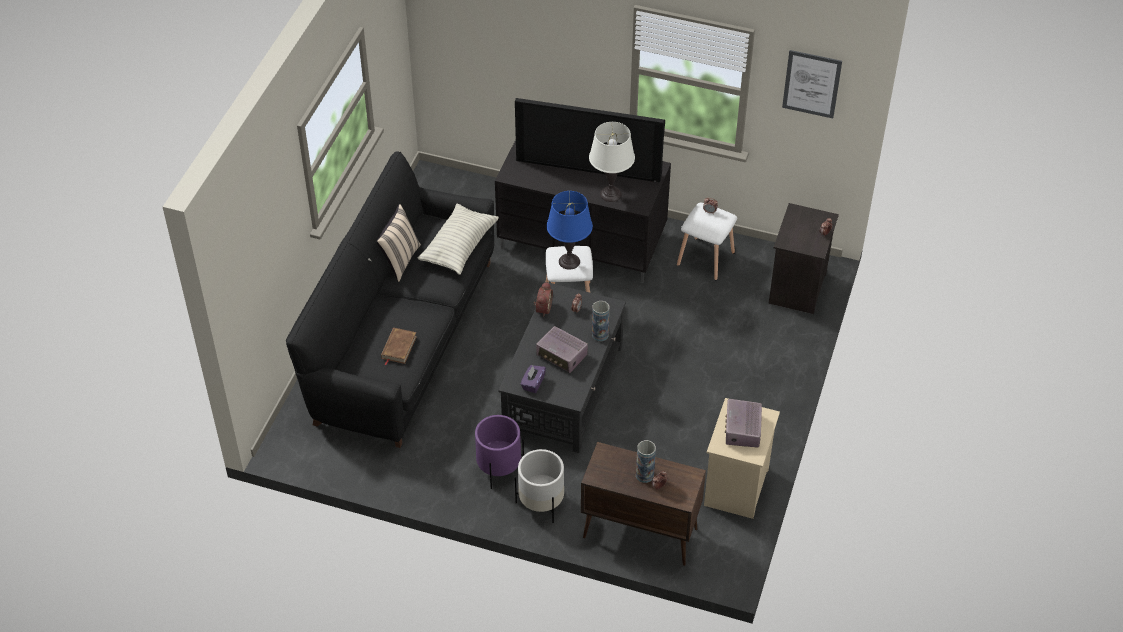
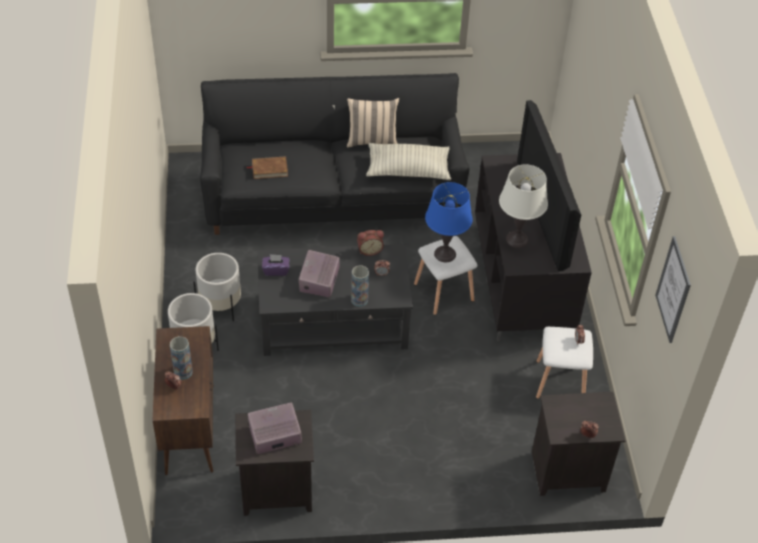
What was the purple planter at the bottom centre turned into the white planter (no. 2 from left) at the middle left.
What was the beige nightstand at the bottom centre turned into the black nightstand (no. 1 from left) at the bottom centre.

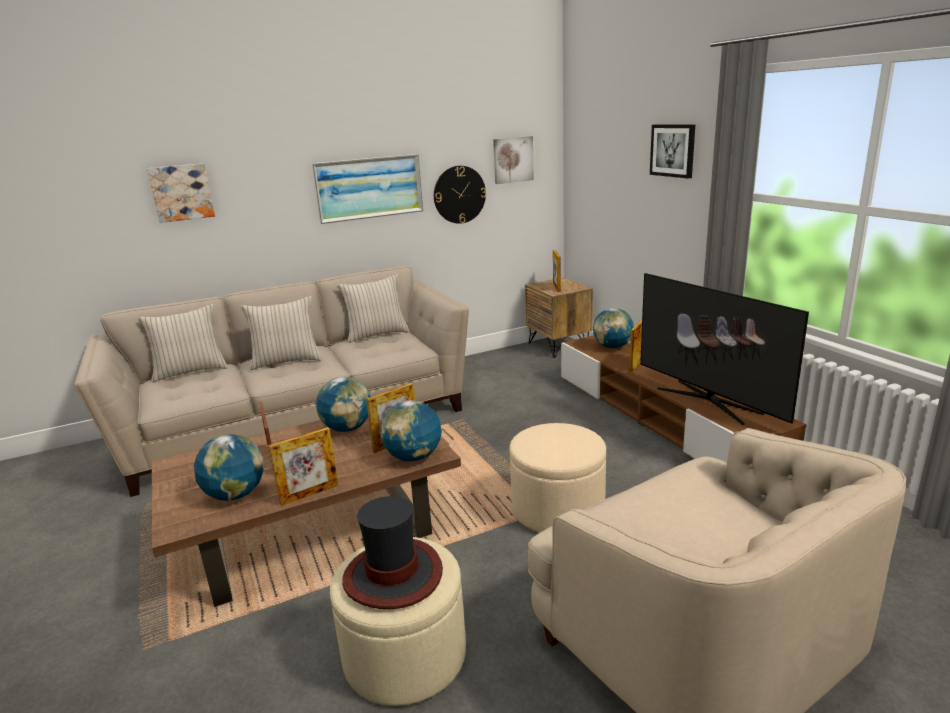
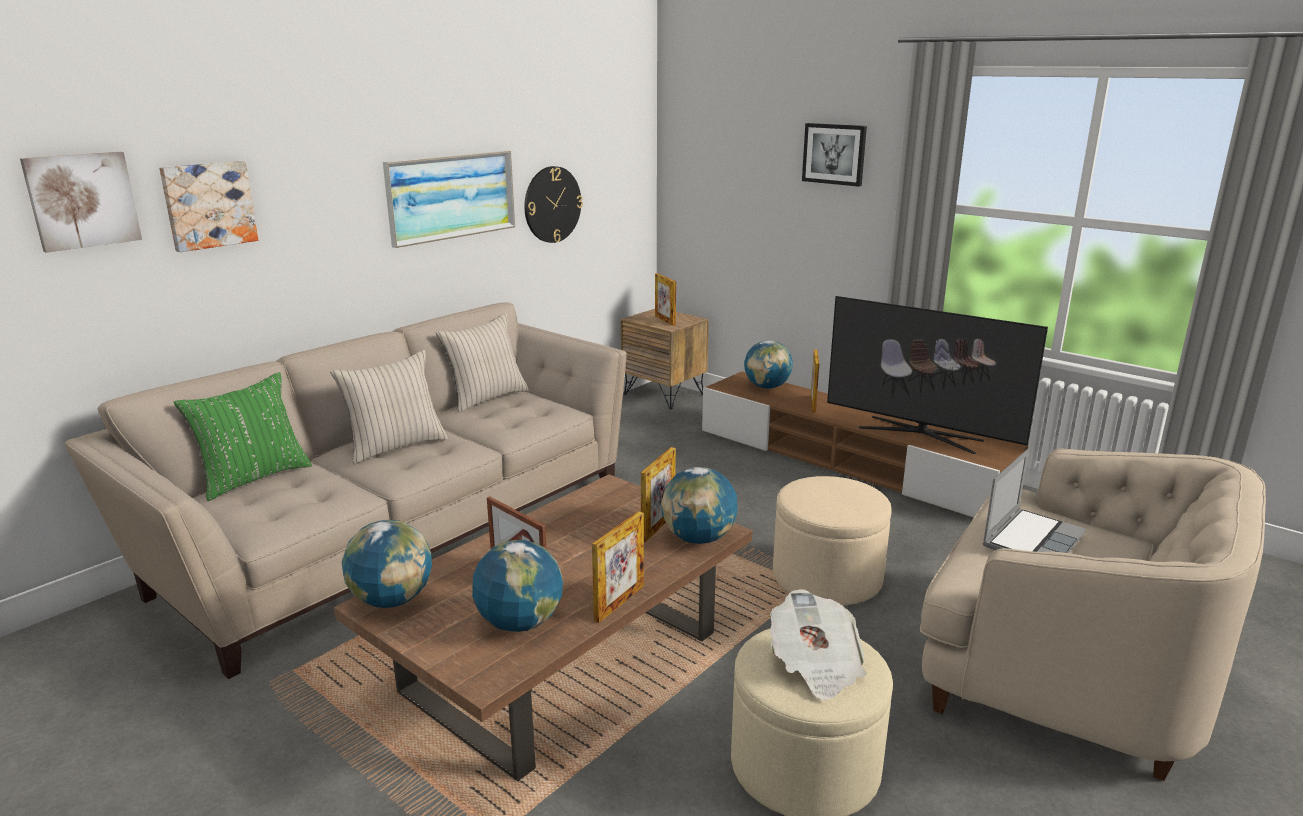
What was the beige pillow (no. 1 from left) at the middle left turned into the green pillow at the middle left.
The globe (no. 2 from left in the first image) ended up elsewhere, having gone from the centre to the bottom left.
Where the hat stood at the bottom centre, the newspaper came to stand at the bottom centre.
The picture (no. 3 from left in the first image) ended up elsewhere, having gone from the top centre to the top left.
The second view gained the laptop at the middle right.

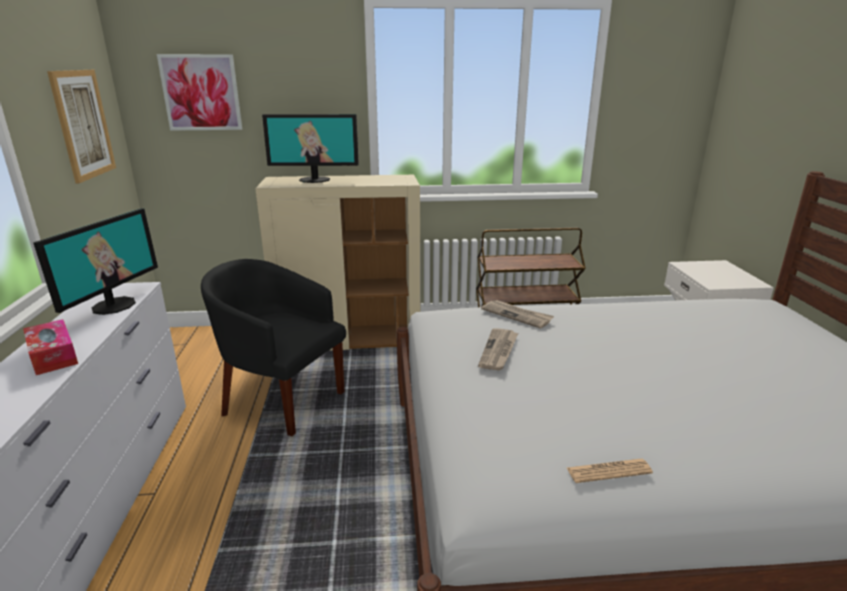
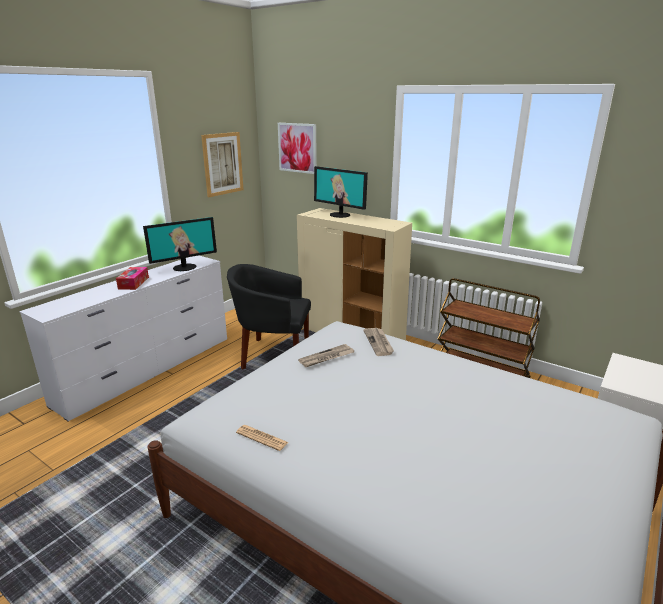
The black armchair at the middle left ended up facing another way, 60 degrees counterclockwise from before.

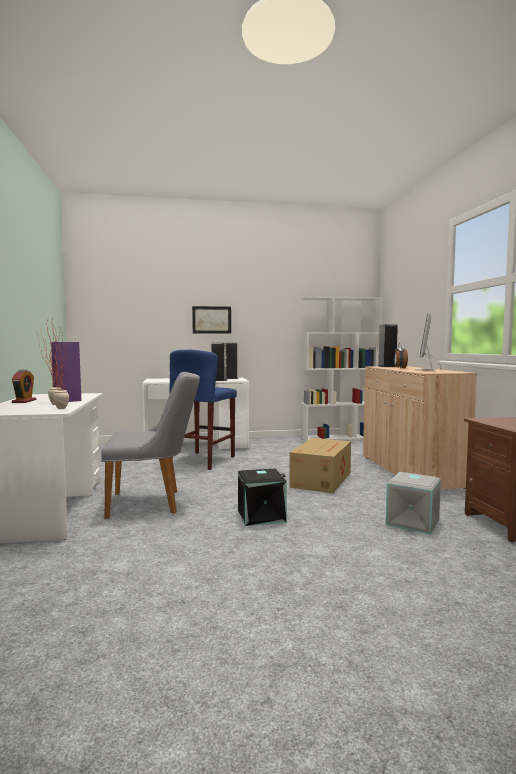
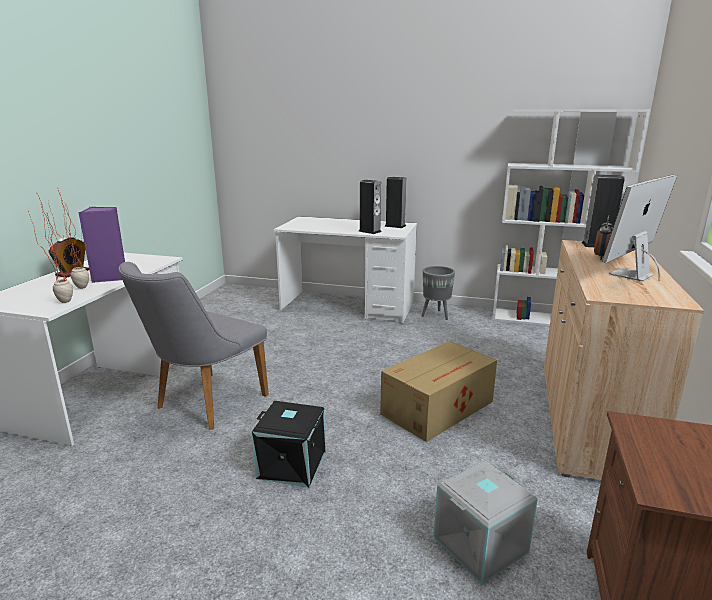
The grey chair at the middle left ended up facing another way, 105 degrees clockwise from before.
The second view lost the blue stool at the centre.
The second view lost the picture at the centre.
The second view gained the grey planter at the centre.

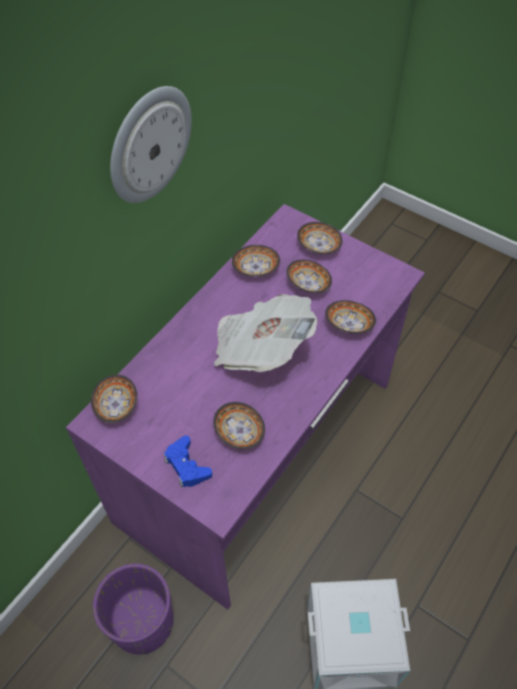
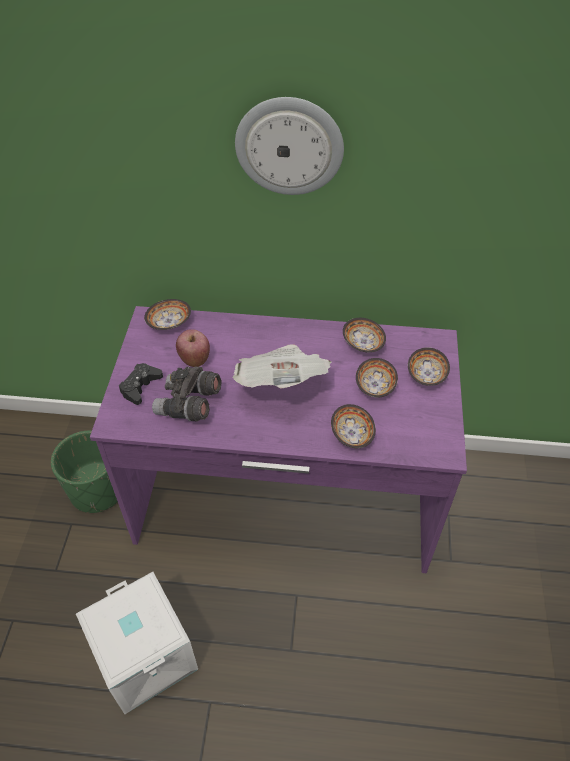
What was the purple planter at the bottom left turned into the green planter at the middle left.
What was the blue game controller at the bottom centre turned into the black game controller at the middle left.
Where the bowl (no. 2 from left) stood at the centre, the grey binoculars came to stand at the middle left.
The second view gained the apple at the centre.

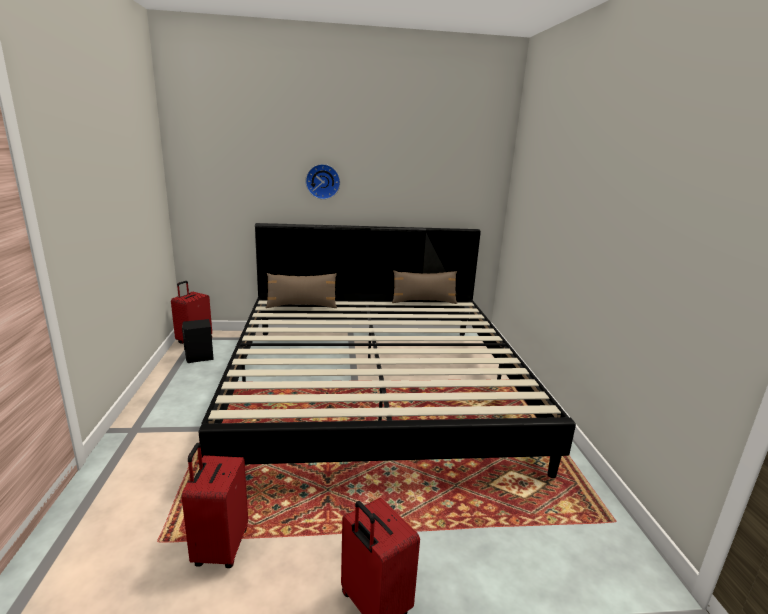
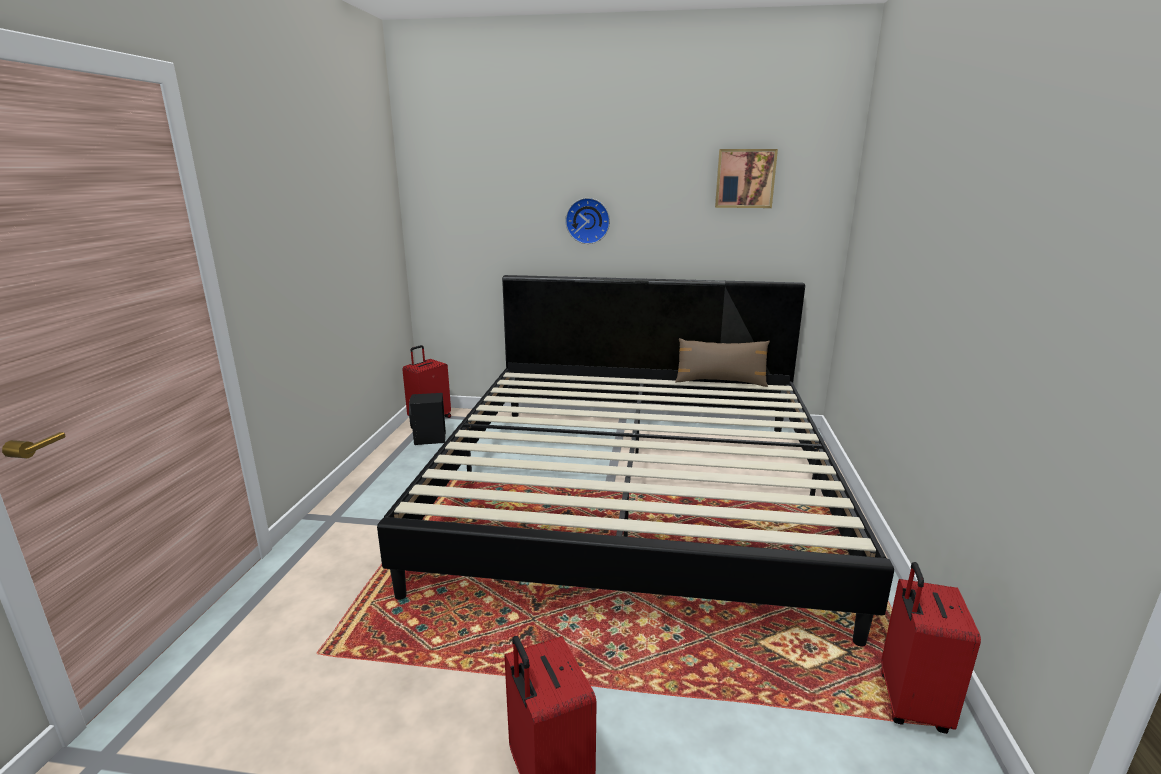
The red suitcase (no. 2 from left in the first image) ended up elsewhere, having gone from the bottom left to the bottom right.
The second view lost the brown pillow (no. 1 from left) at the centre.
The second view gained the picture at the top centre.

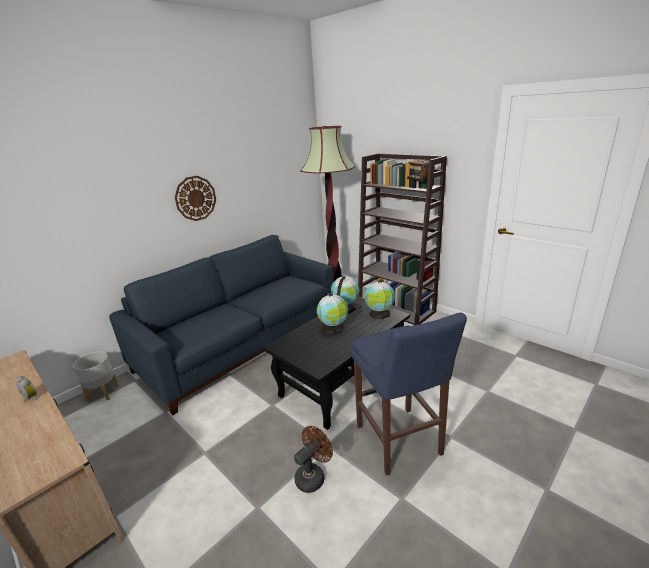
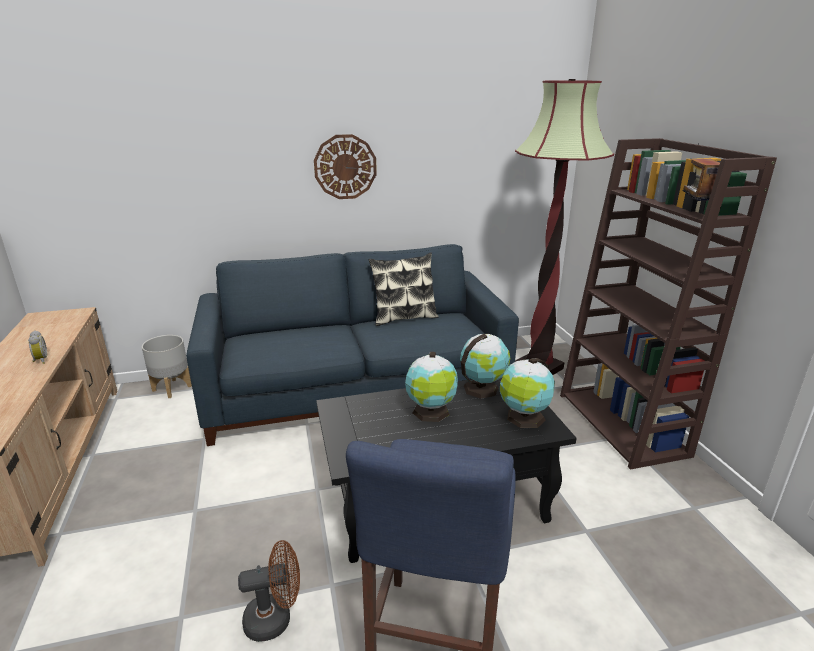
The second view gained the pillow at the centre.

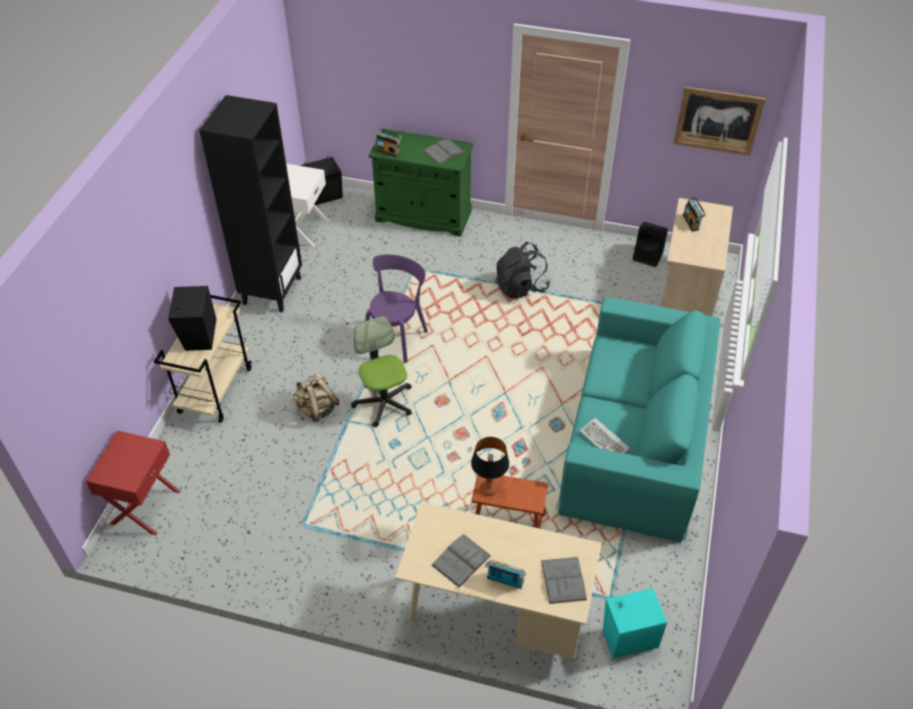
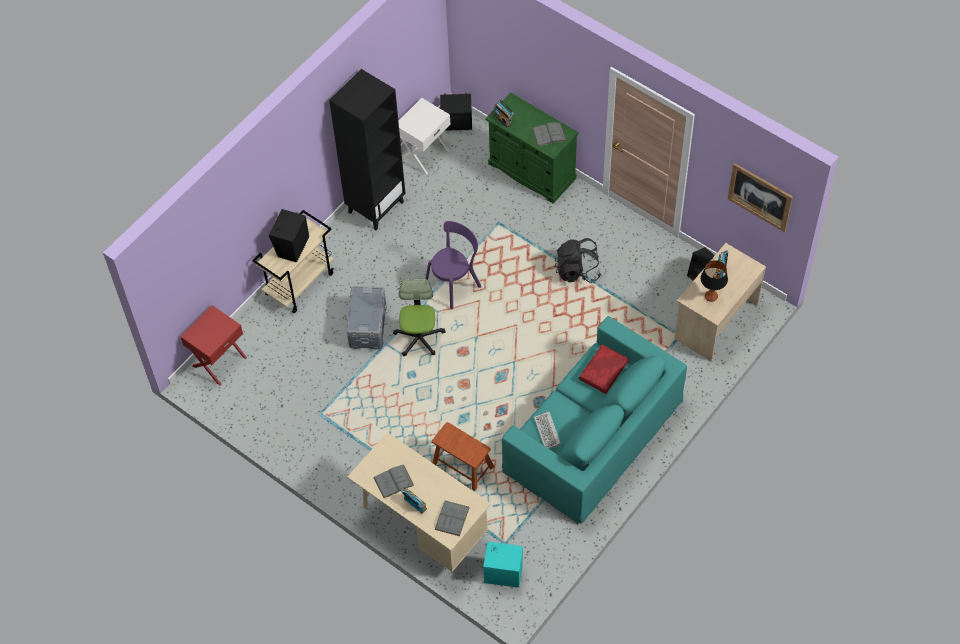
Where the beige backpack stood at the centre, the grey storage box came to stand at the centre.
The table lamp ended up elsewhere, having gone from the centre to the middle right.
The second view gained the red pillow at the centre.

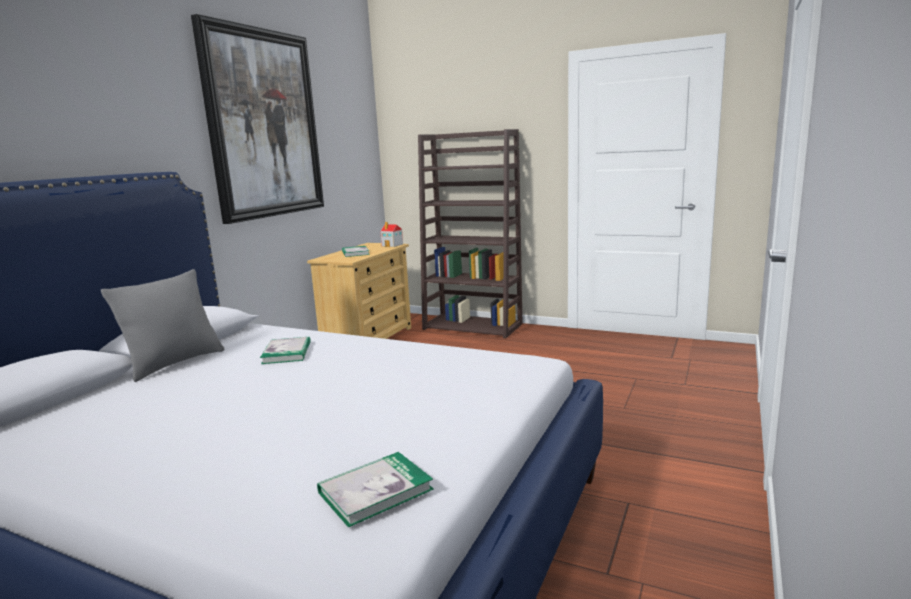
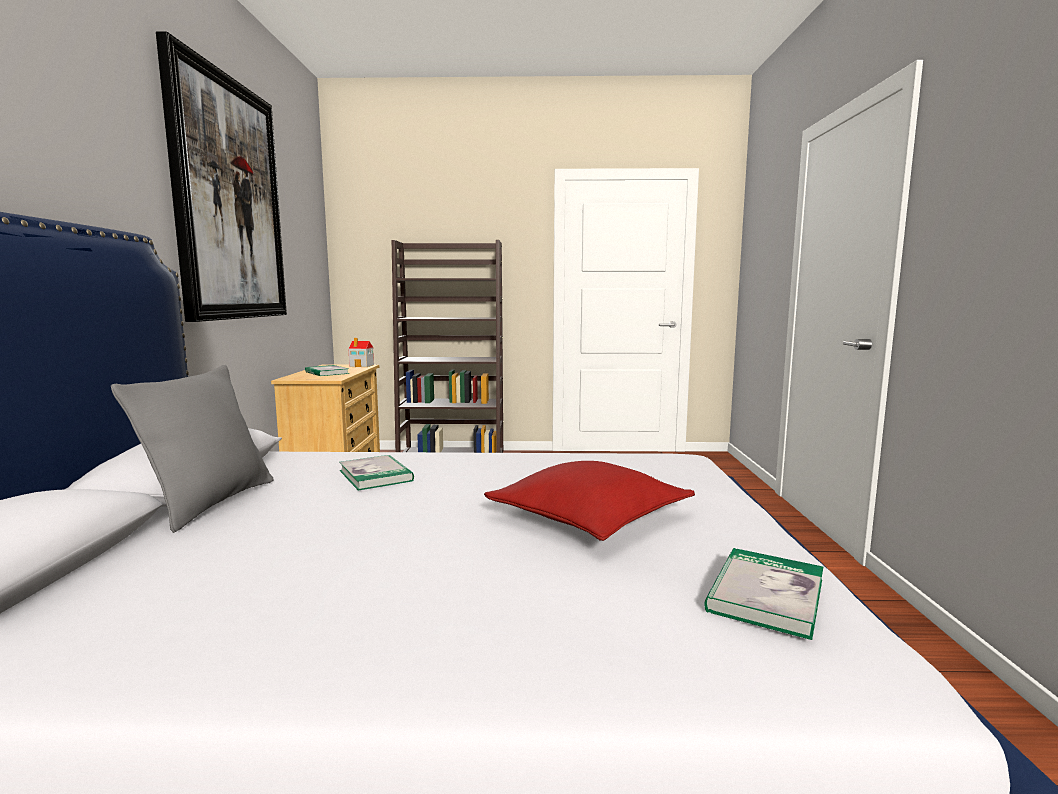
The second view gained the red pillow at the centre.

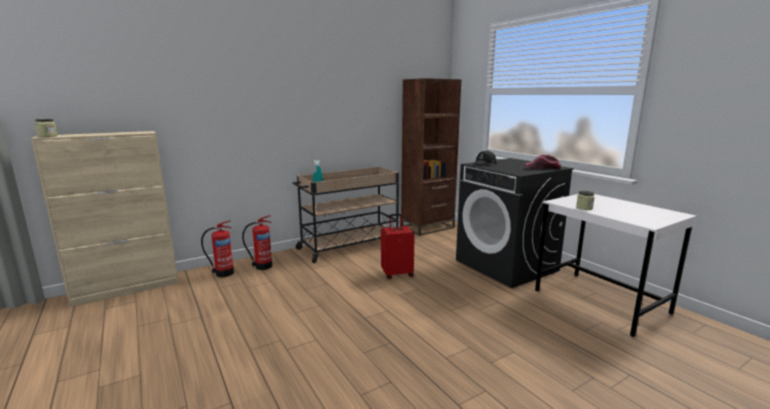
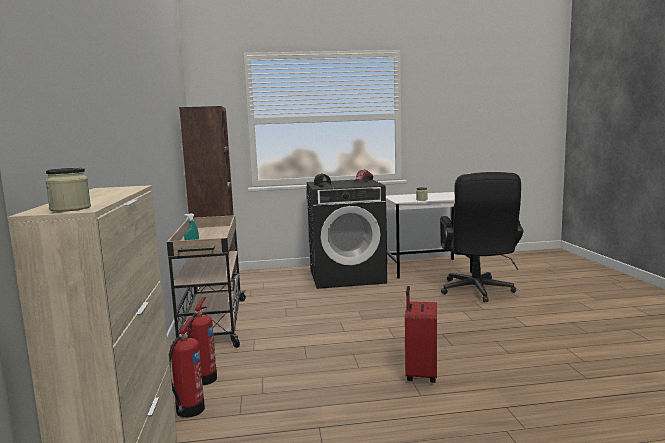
The red suitcase ended up elsewhere, having gone from the centre to the bottom centre.
The second view gained the black office chair at the middle right.

